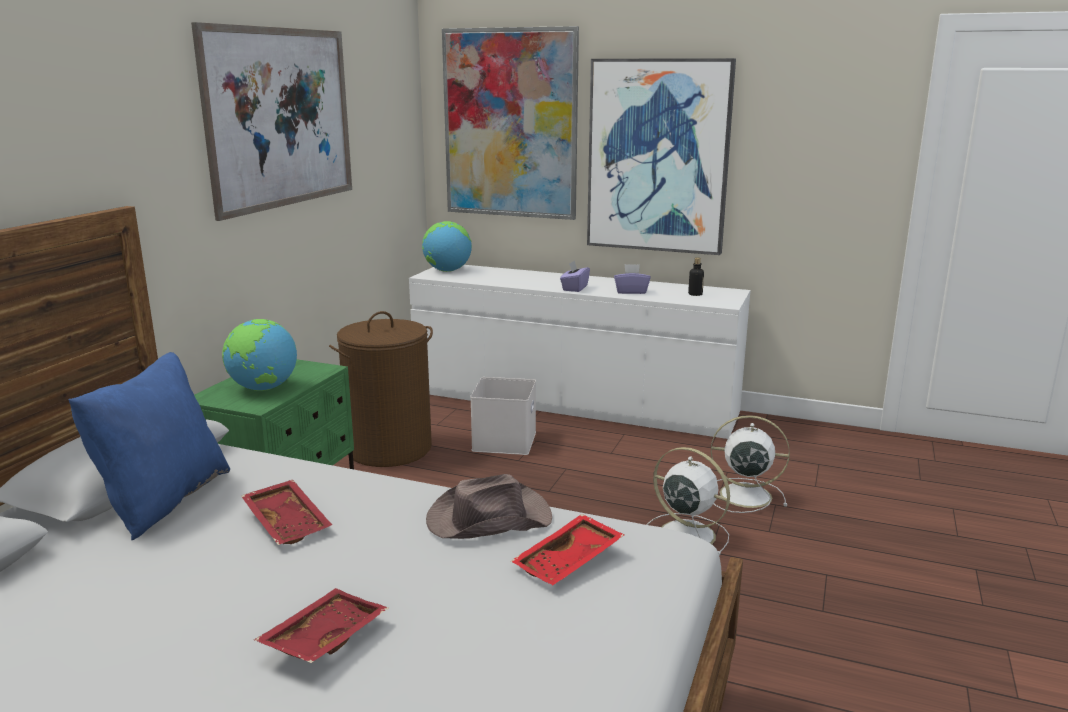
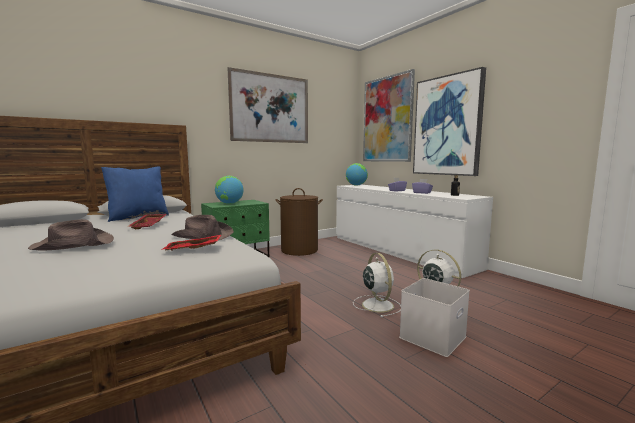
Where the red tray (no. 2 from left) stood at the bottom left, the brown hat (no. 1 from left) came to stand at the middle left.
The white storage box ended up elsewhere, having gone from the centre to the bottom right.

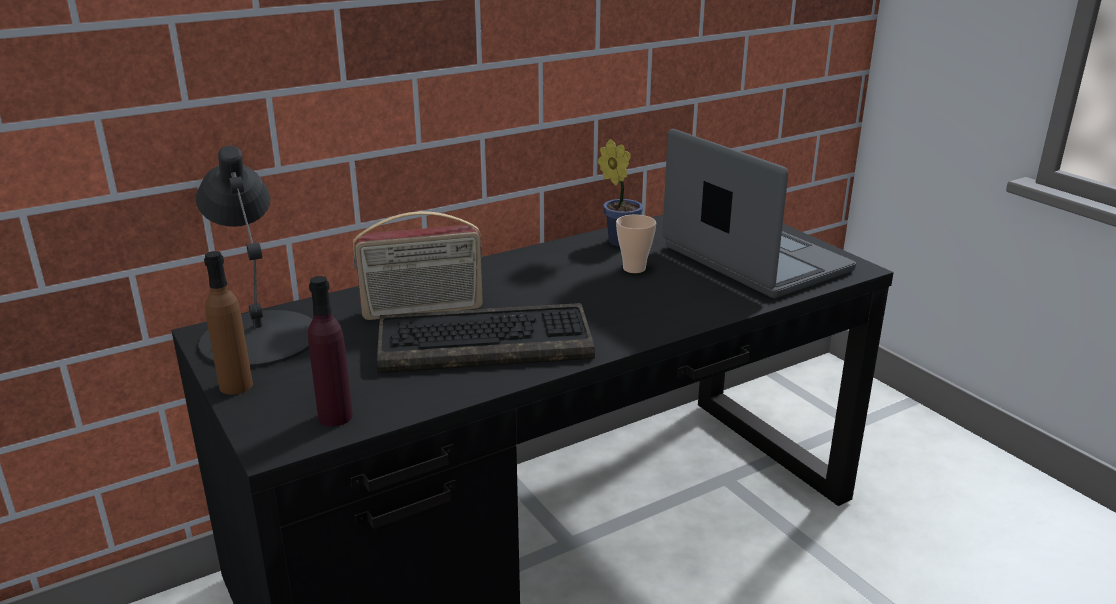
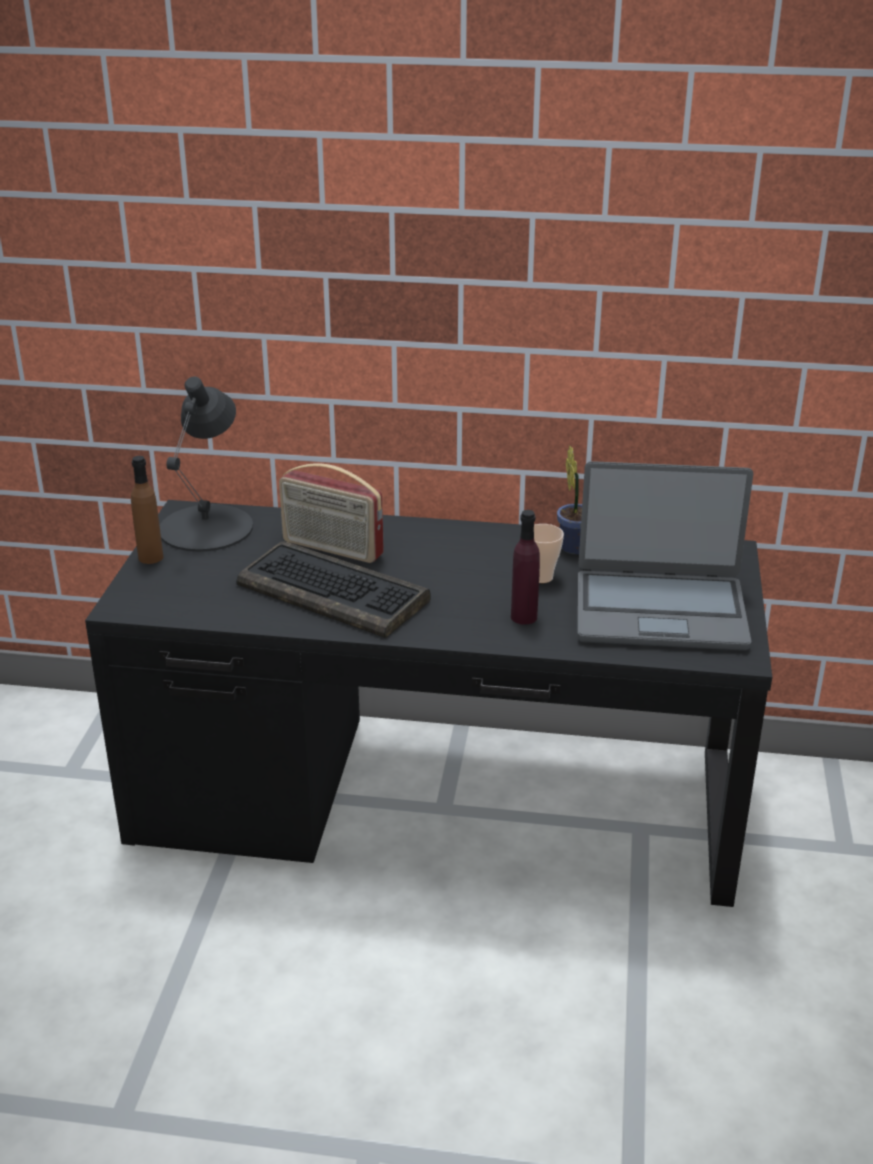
The purple bottle ended up elsewhere, having gone from the middle left to the centre.
The laptop at the middle right ended up facing another way, 90 degrees clockwise from before.

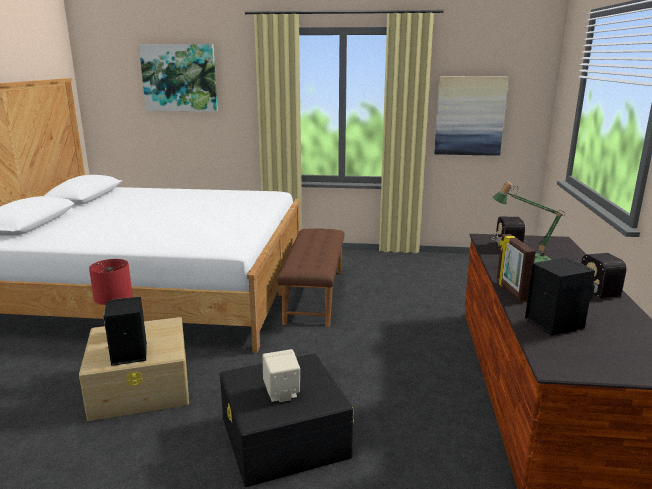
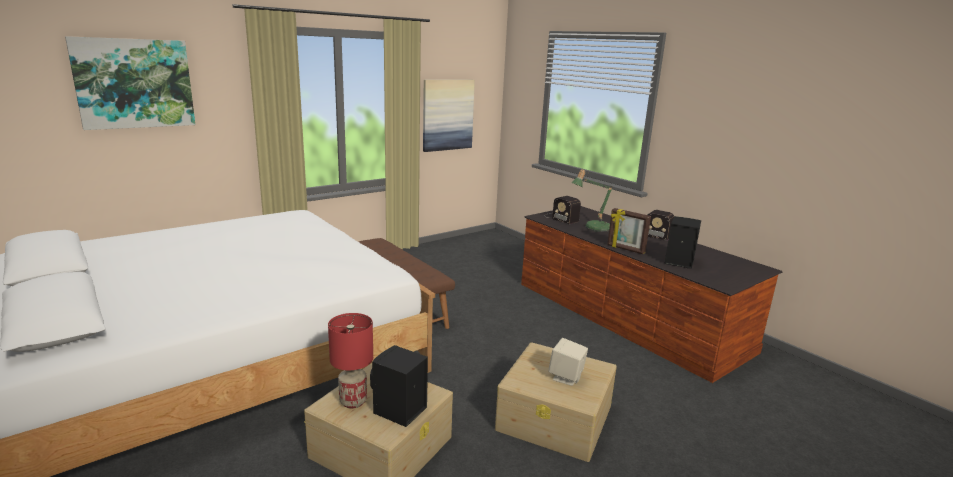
What was the black storage box at the bottom centre turned into the beige storage box (no. 2 from left) at the bottom centre.

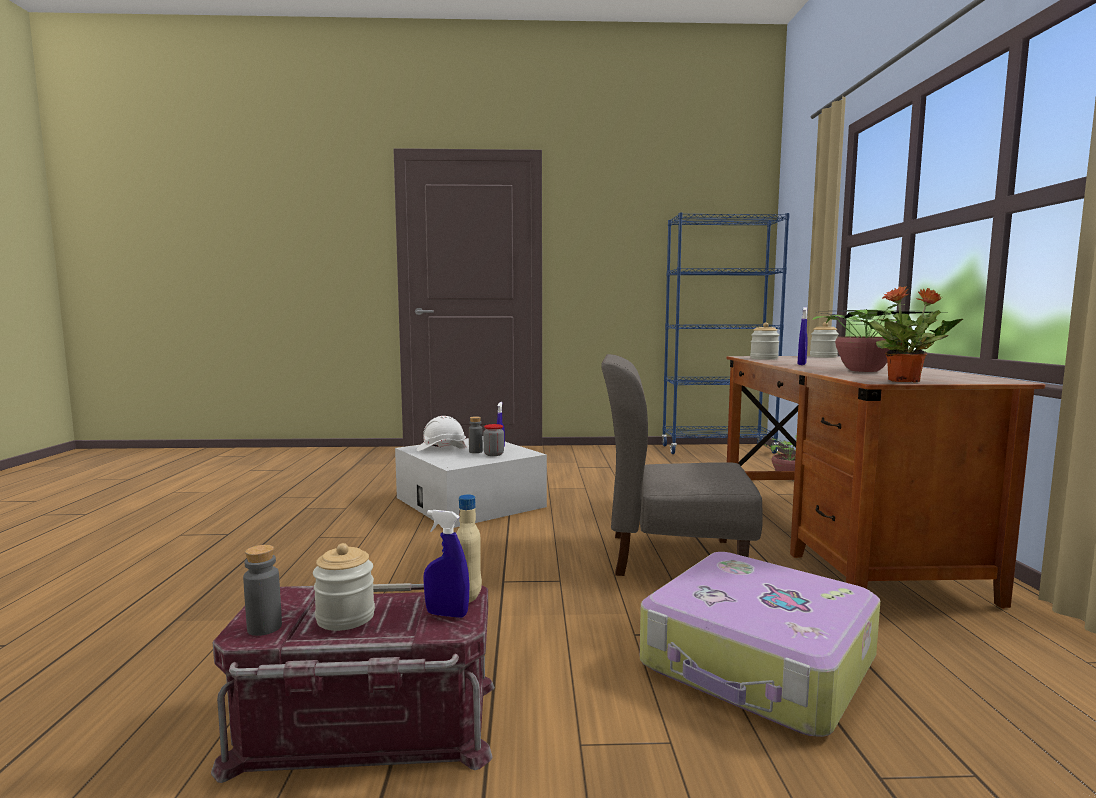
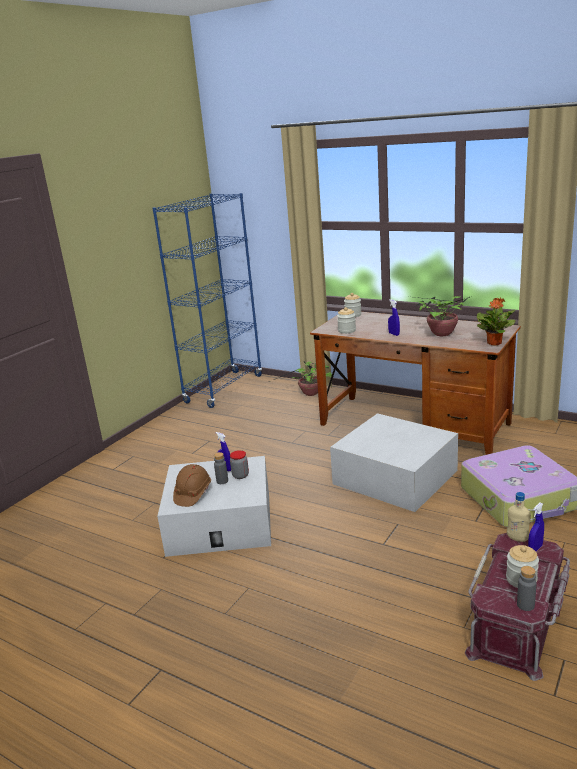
What was the white hard hat at the centre turned into the brown hard hat at the middle left.
Where the grey chair stood at the centre, the white storage box (no. 2 from left) came to stand at the middle right.

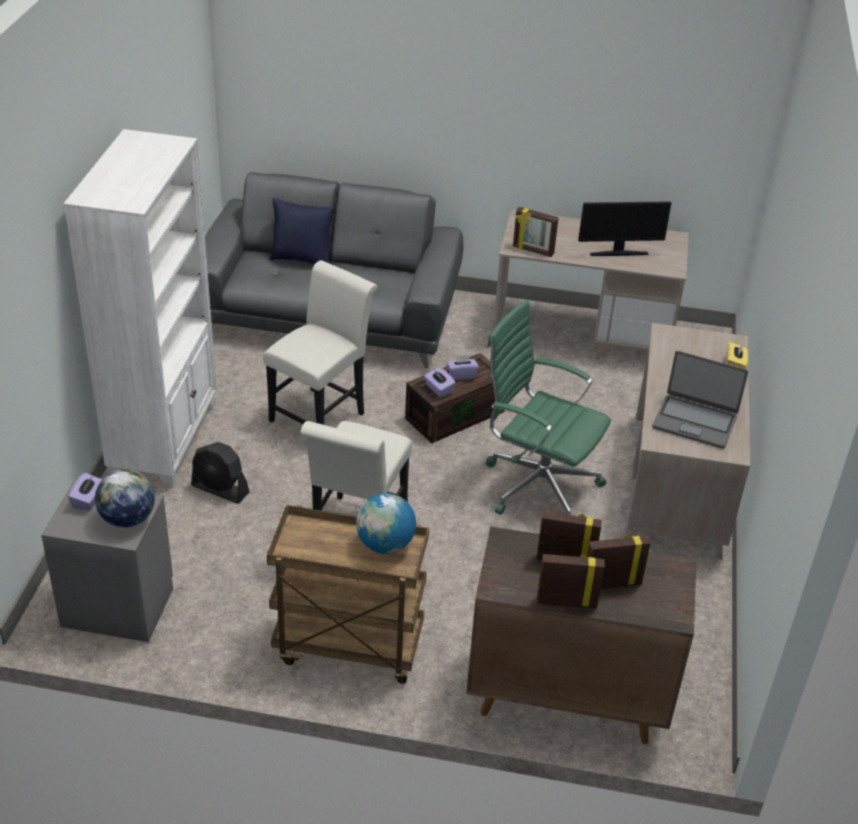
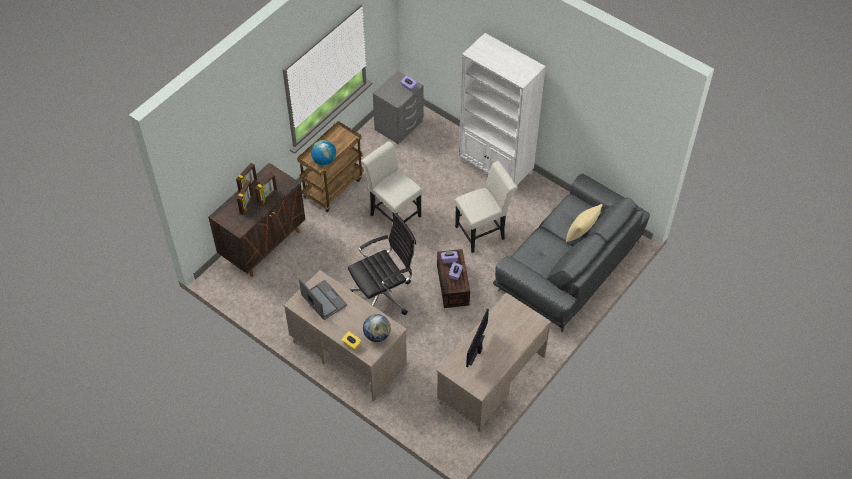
The globe (no. 1 from left in the first image) ended up elsewhere, having gone from the middle left to the bottom centre.
The second view lost the black fan at the middle left.
The white chair (no. 1 from left in the first image) at the centre ended up facing another way, 90 degrees counterclockwise from before.
What was the blue pillow at the top centre turned into the beige pillow at the middle right.
What was the green office chair at the centre turned into the black office chair at the centre.
The second view lost the picture frame (no. 1 from left) at the top centre.
The laptop at the middle right ended up facing another way, 90 degrees clockwise from before.

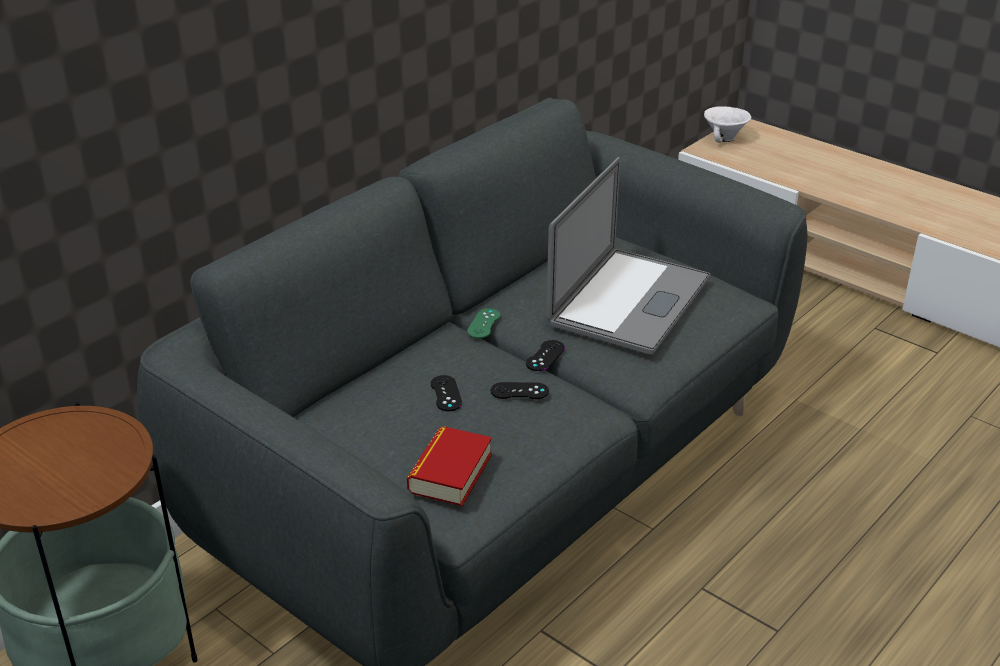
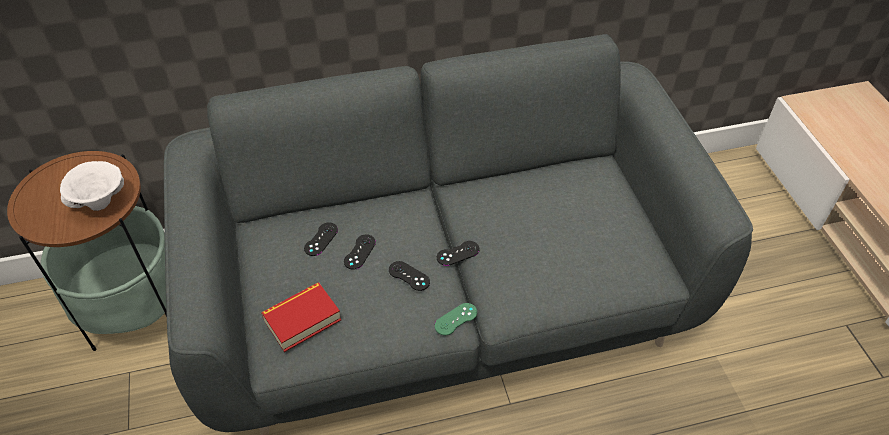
The green game controller ended up elsewhere, having gone from the centre to the bottom centre.
The second view lost the laptop at the centre.
The white bowl ended up elsewhere, having gone from the top right to the middle left.
The second view gained the black game controller (no. 1 from left) at the centre.

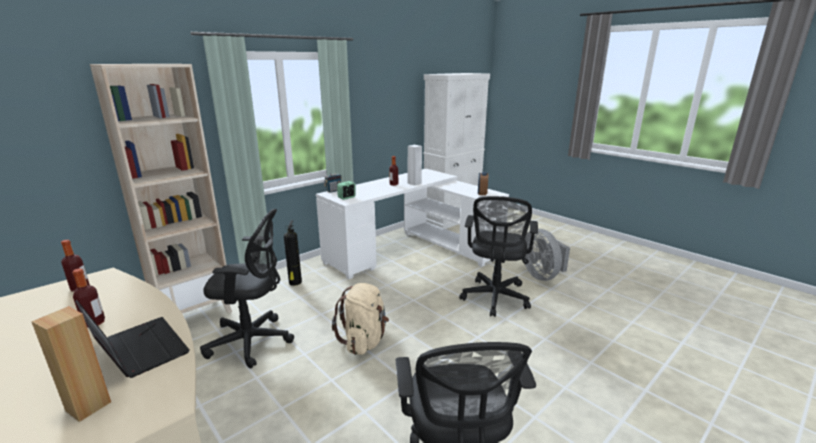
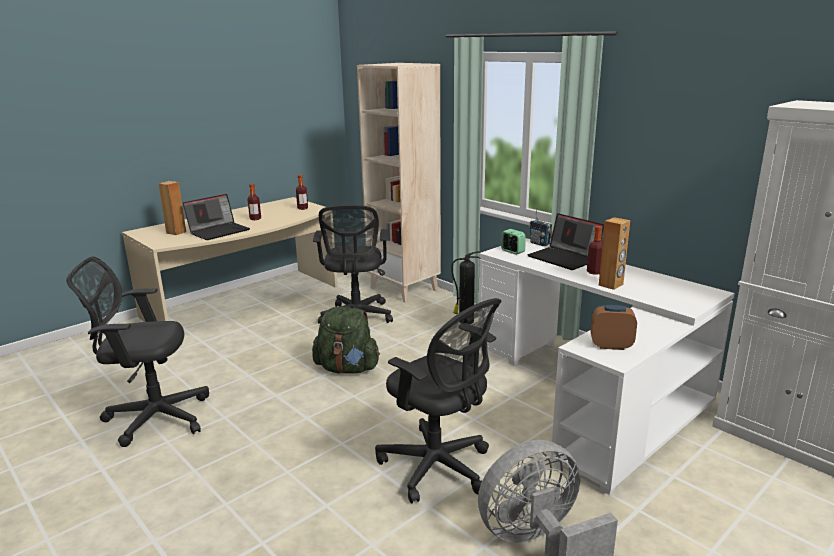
What was the beige backpack at the bottom centre turned into the green backpack at the centre.
What was the white speaker at the centre turned into the brown speaker (no. 2 from left) at the middle right.
The black office chair (no. 3 from left) at the centre ended up facing another way, 150 degrees counterclockwise from before.
The second view gained the laptop (no. 2 from left) at the middle right.

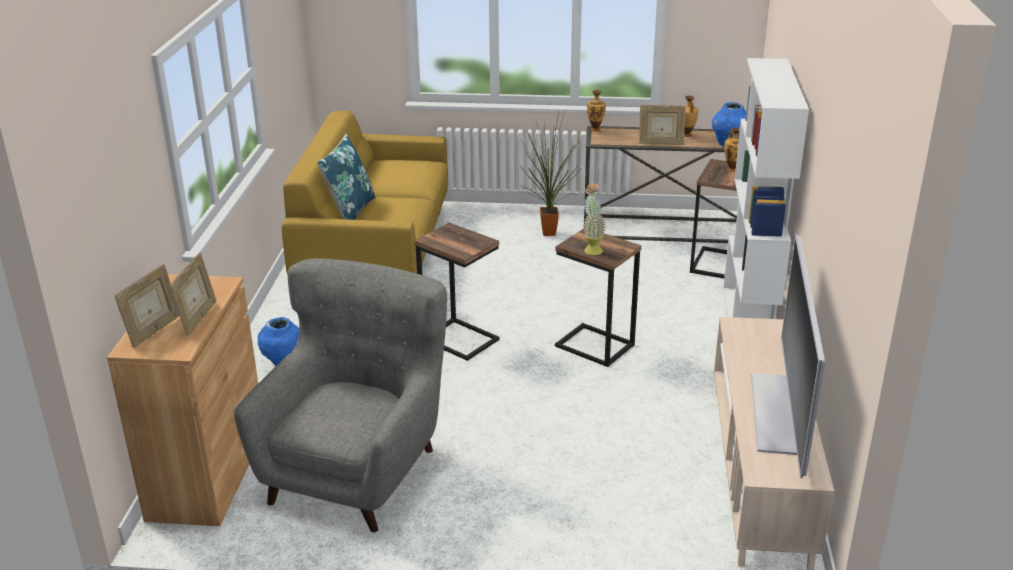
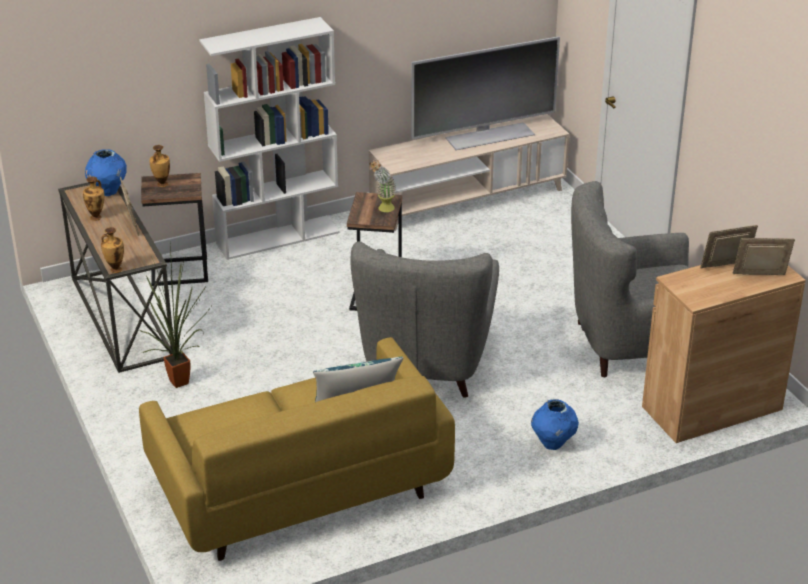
Where the side table (no. 1 from left) stood at the centre, the grey armchair (no. 1 from left) came to stand at the centre.

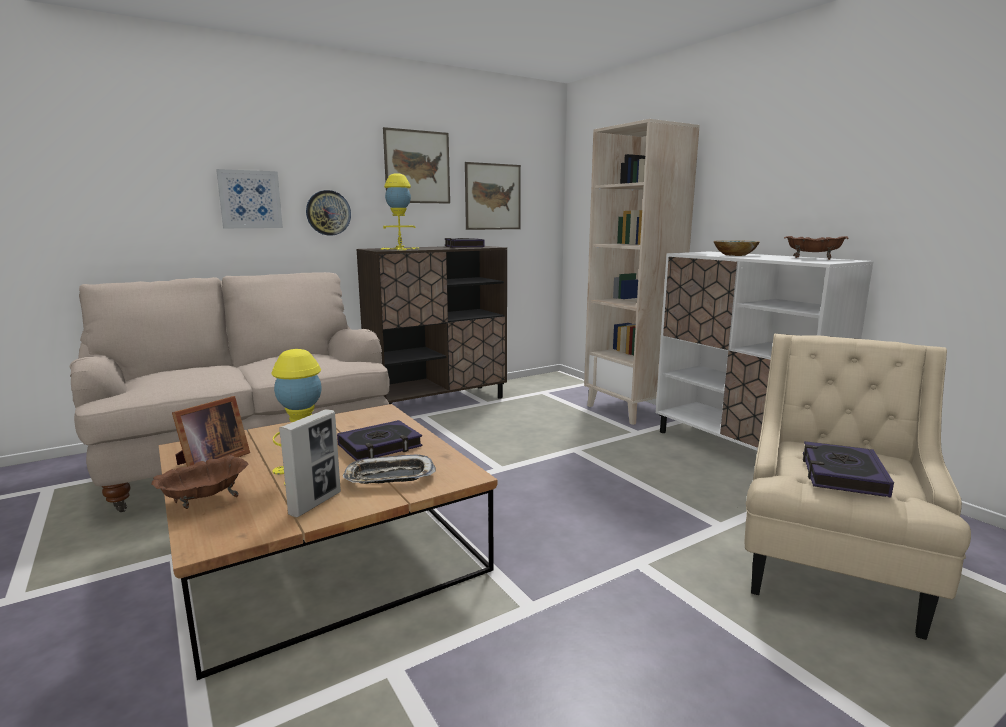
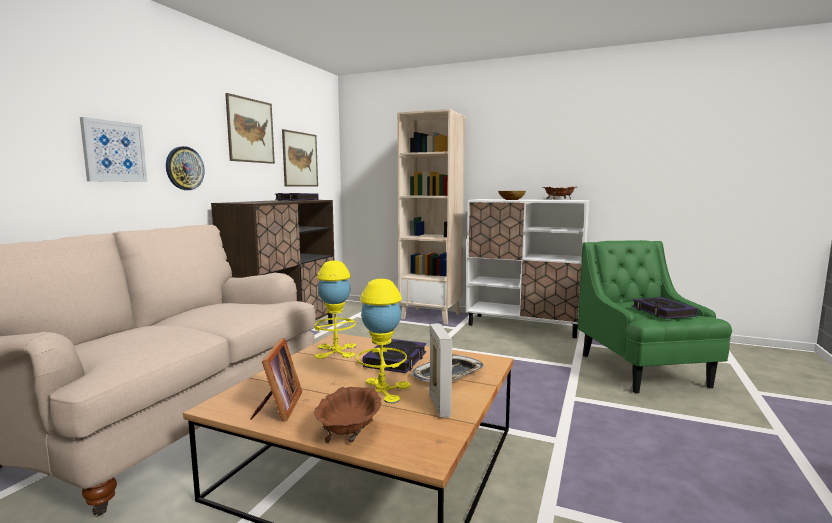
The yellow table lamp (no. 2 from left in the first image) ended up elsewhere, having gone from the top centre to the centre.
What was the beige armchair at the bottom right turned into the green armchair at the middle right.

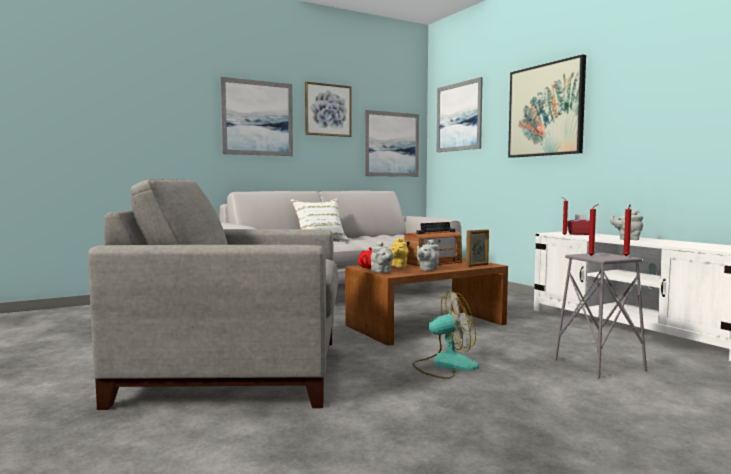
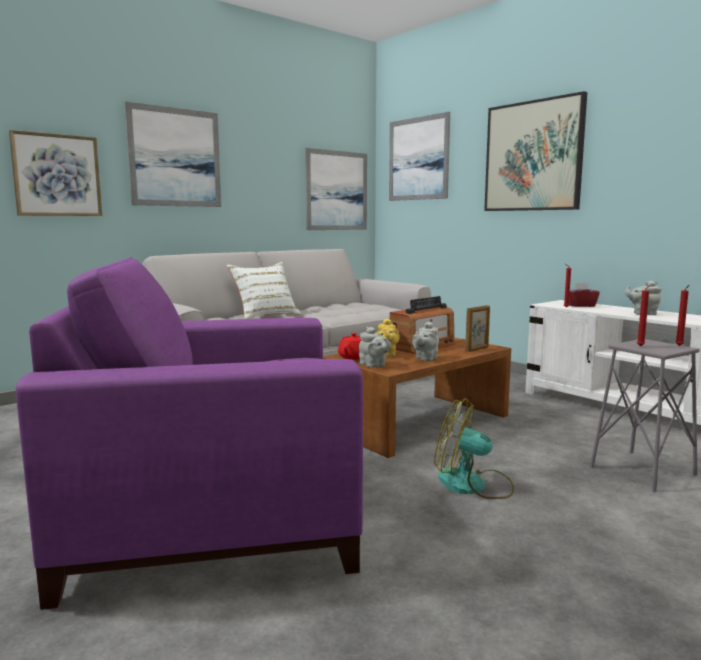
What was the grey armchair at the middle left turned into the purple armchair at the middle left.
The picture (no. 2 from left in the first image) ended up elsewhere, having gone from the top centre to the top left.
The fan at the bottom centre ended up facing another way, 135 degrees counterclockwise from before.

